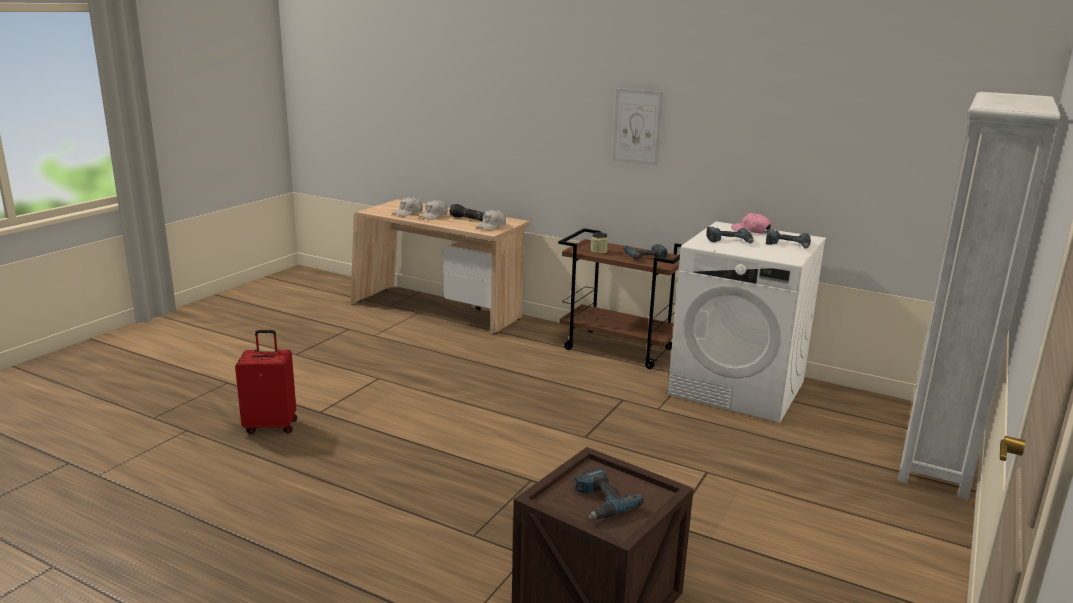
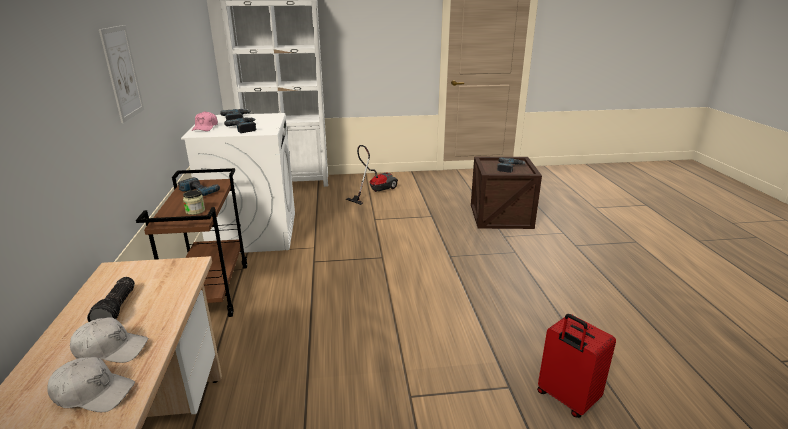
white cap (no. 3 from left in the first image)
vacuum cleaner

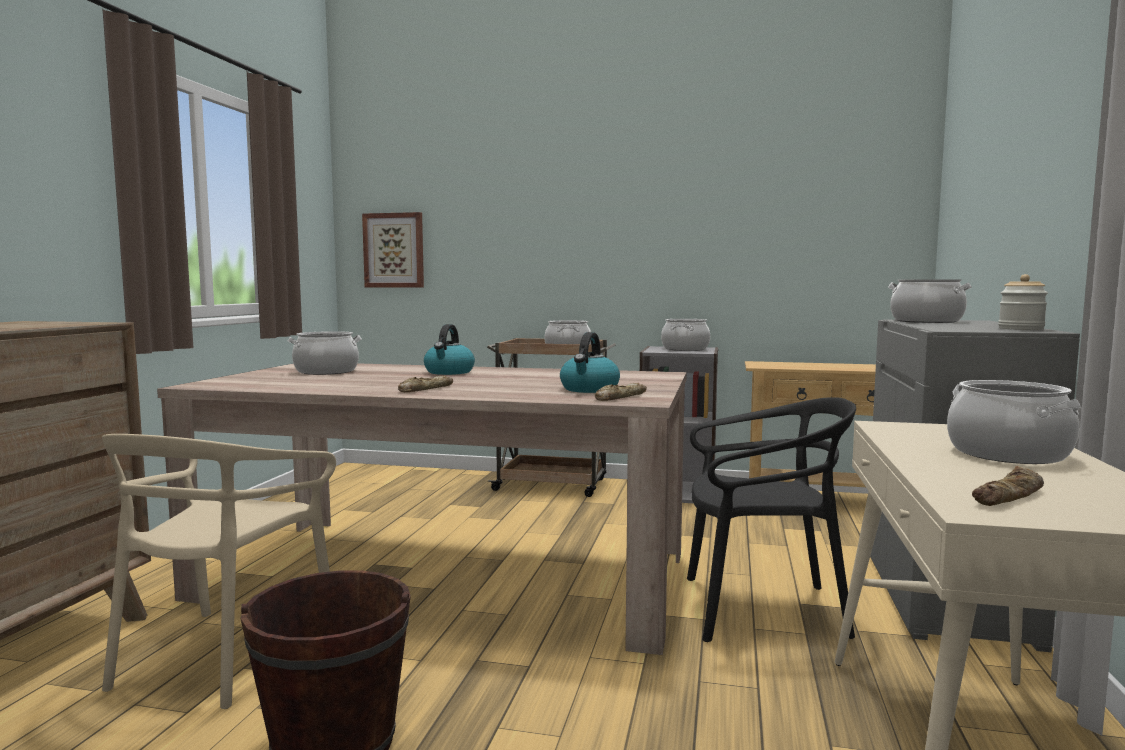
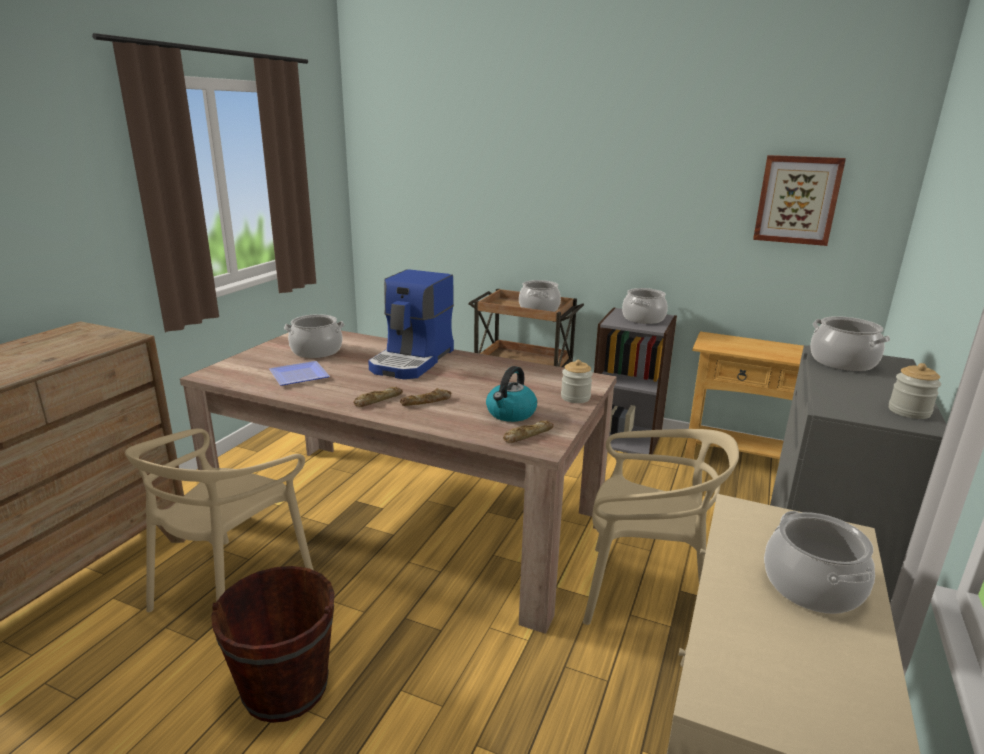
picture
coffee machine
beige chair (no. 2 from left)
bread (no. 2 from left)
jar (no. 1 from left)
plate

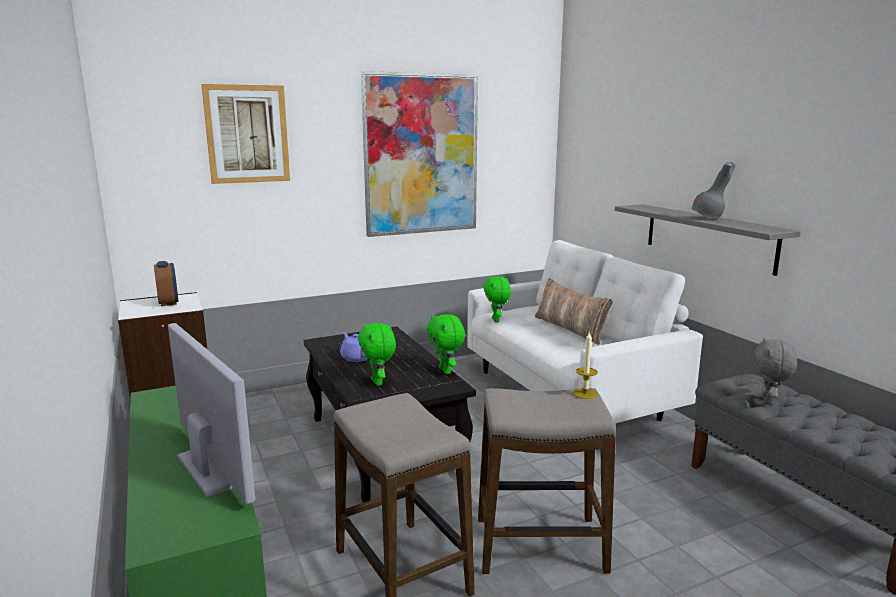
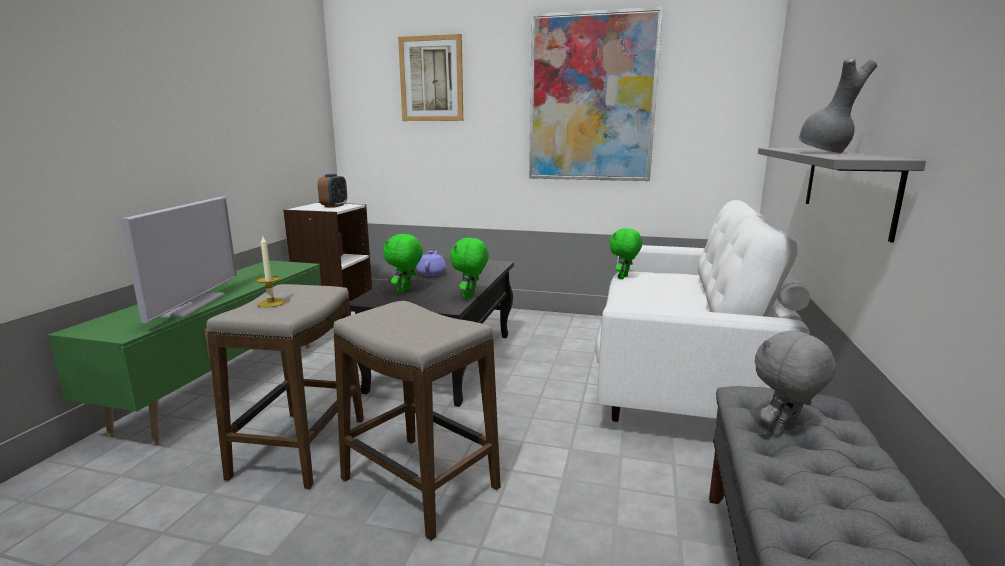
pillow
candle

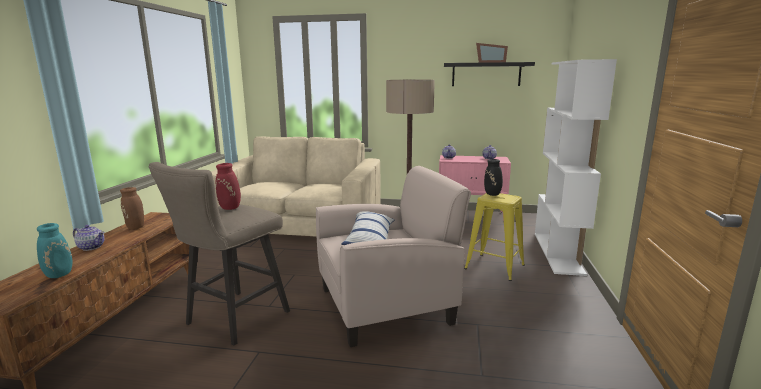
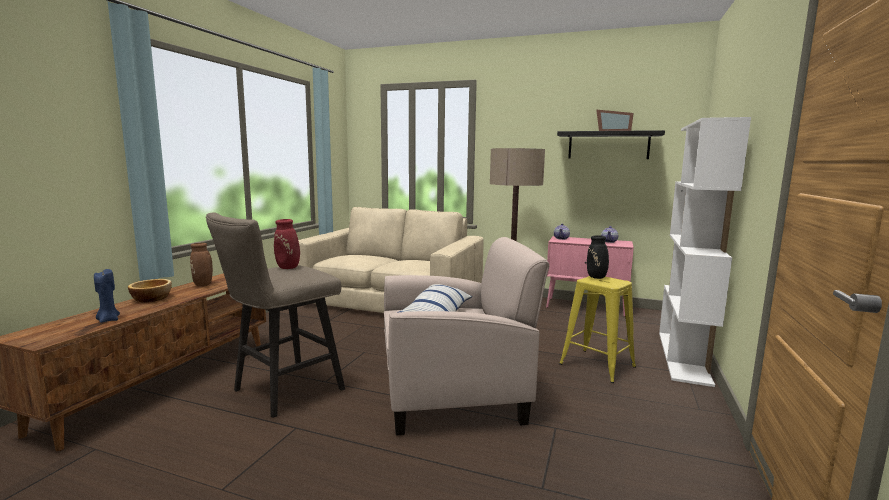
blue candle
bowl

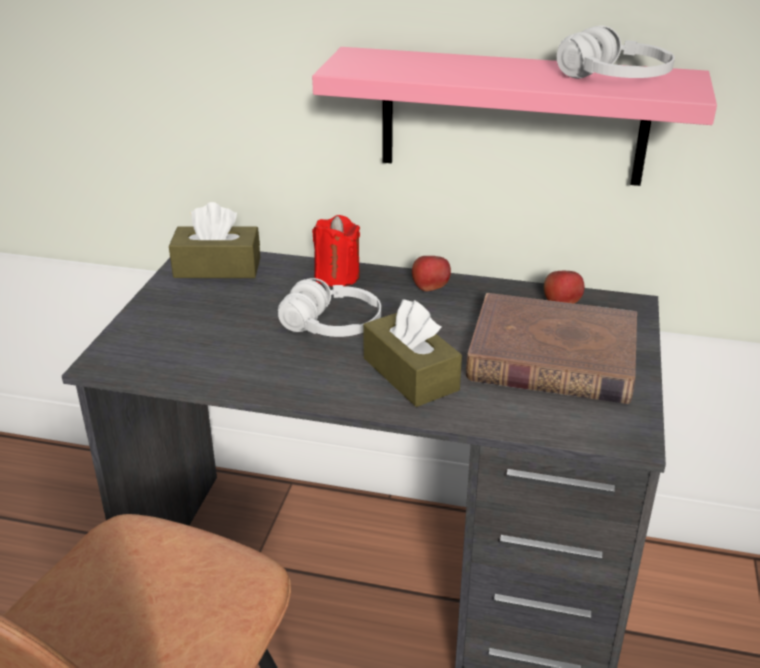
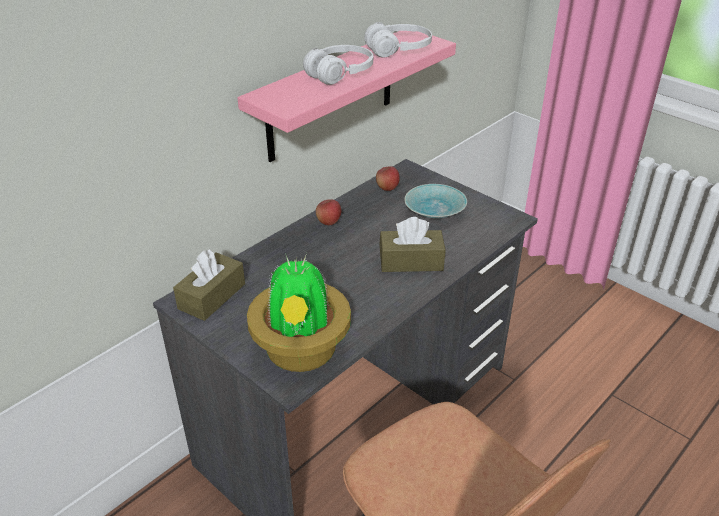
red candle
white headphones (no. 1 from left)
turquoise bowl
potted plant

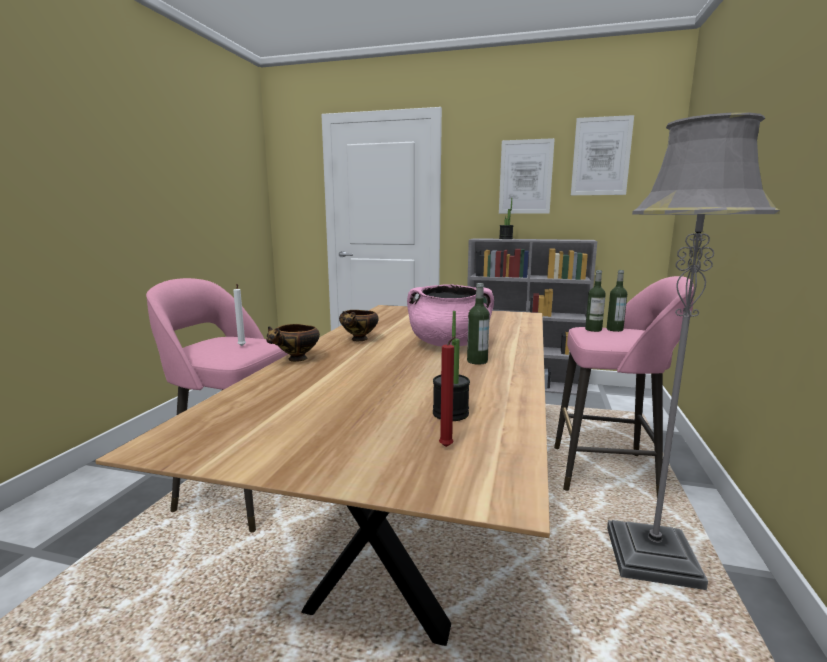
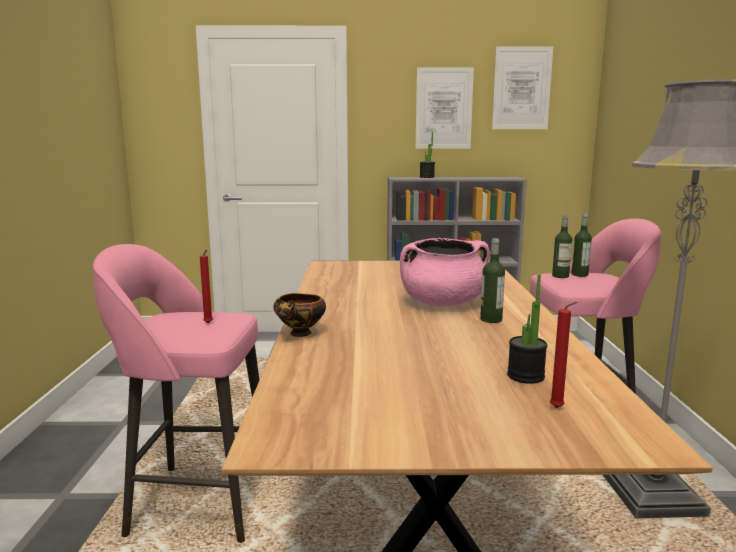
red candle (no. 1 from left)
bowl (no. 2 from left in the first image)

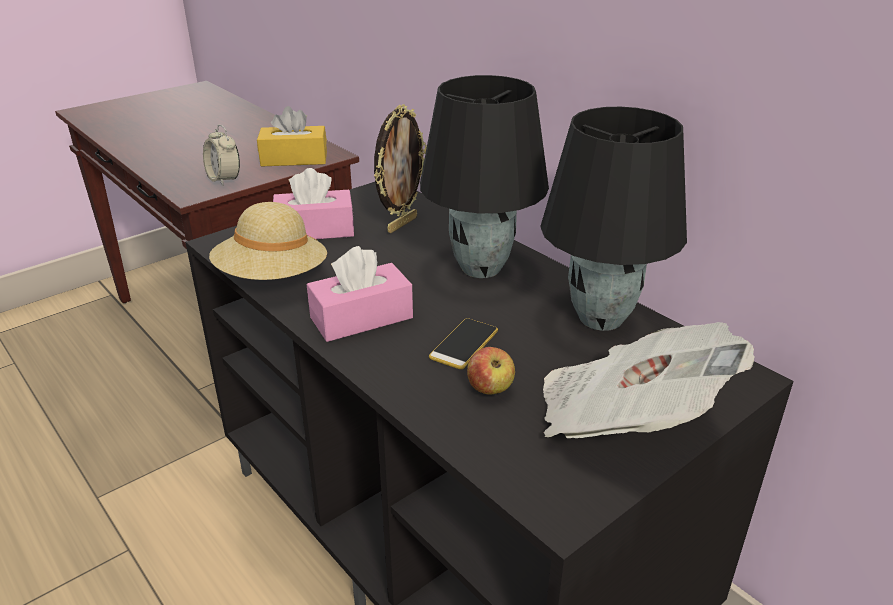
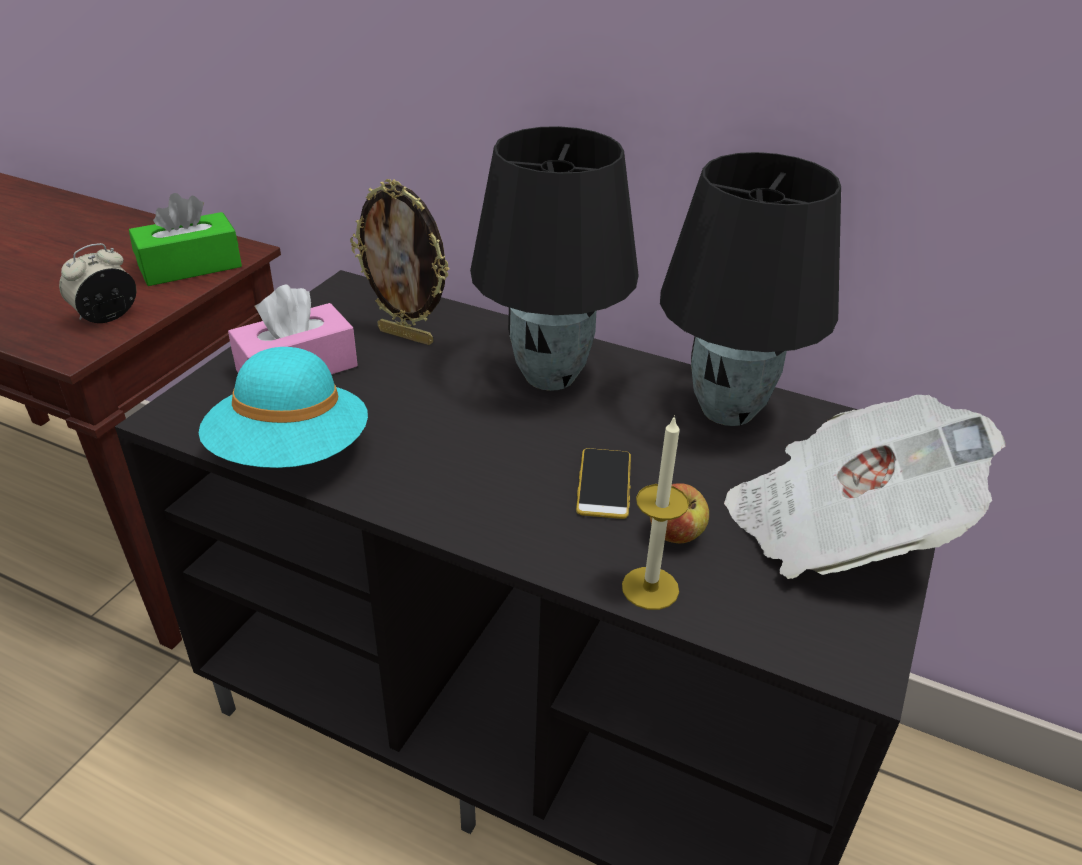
picture frame
green tissue box
alarm clock
turquoise hat
pink tissue box (no. 2 from left in the first image)
candle

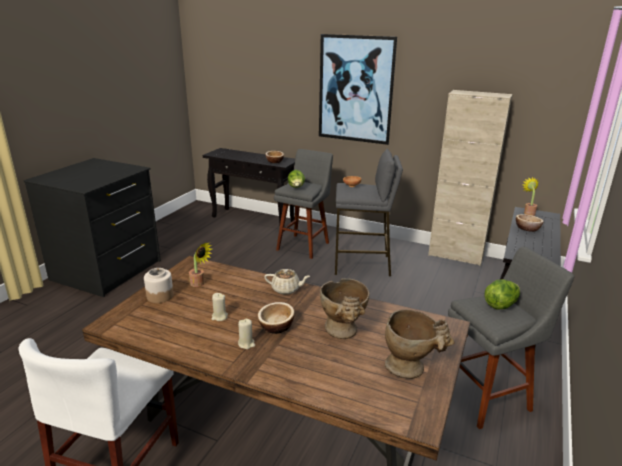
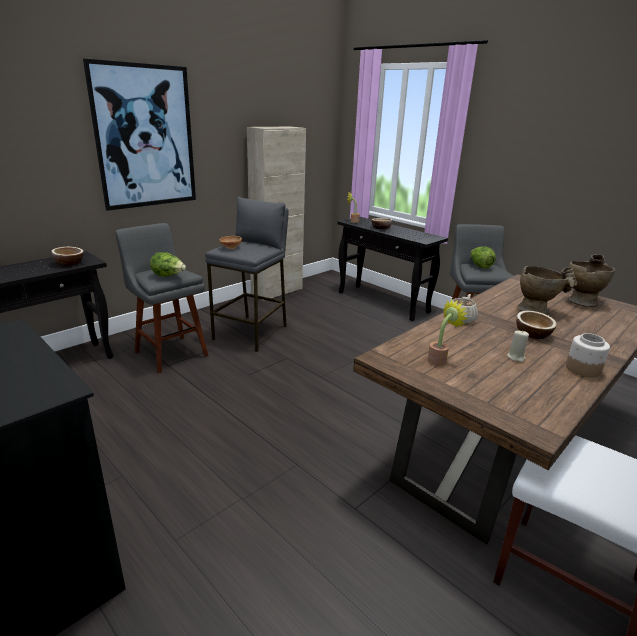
jar
beige candle (no. 2 from left in the first image)

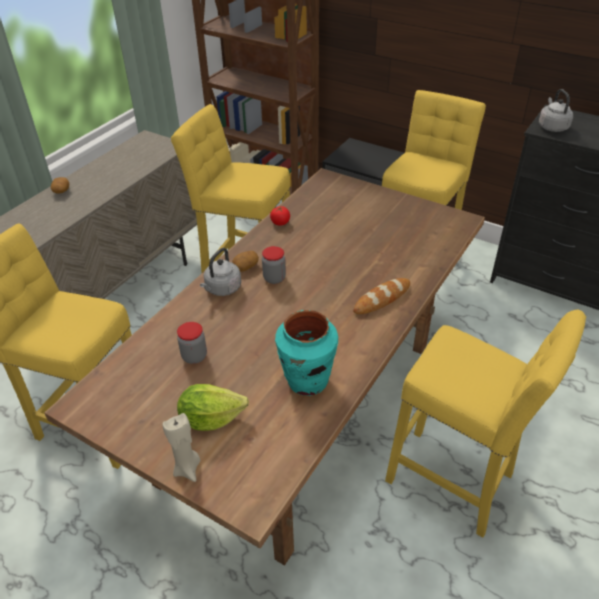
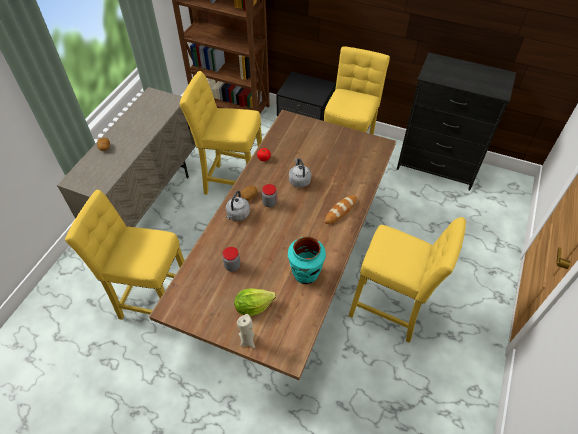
grey kettle (no. 2 from left)

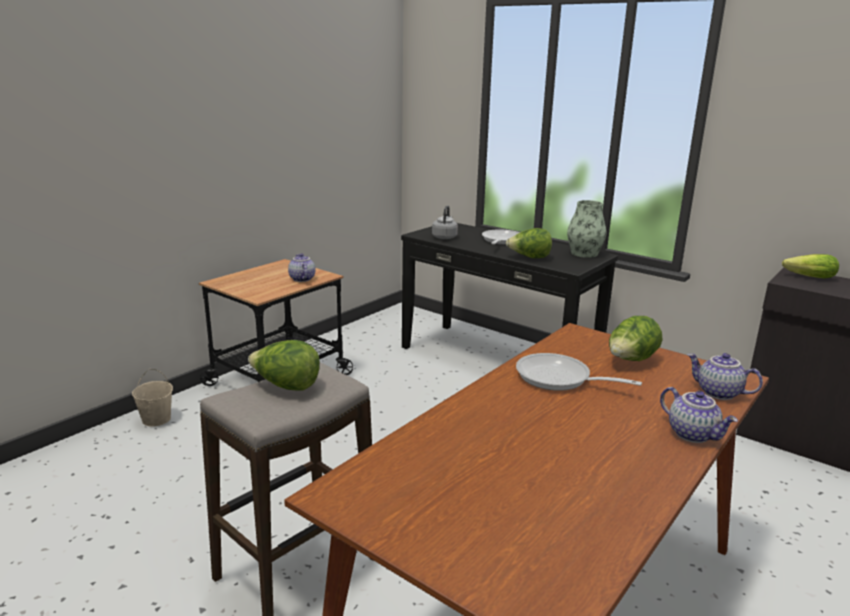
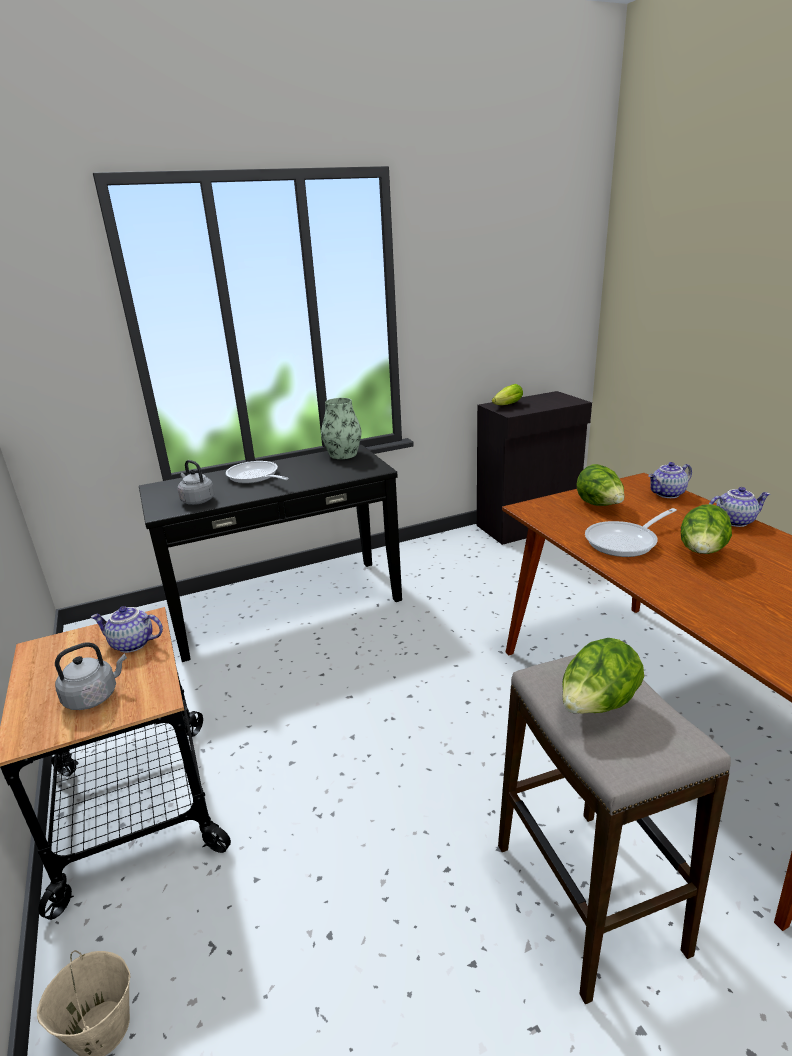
lettuce (no. 4 from left)
grey kettle (no. 1 from left)

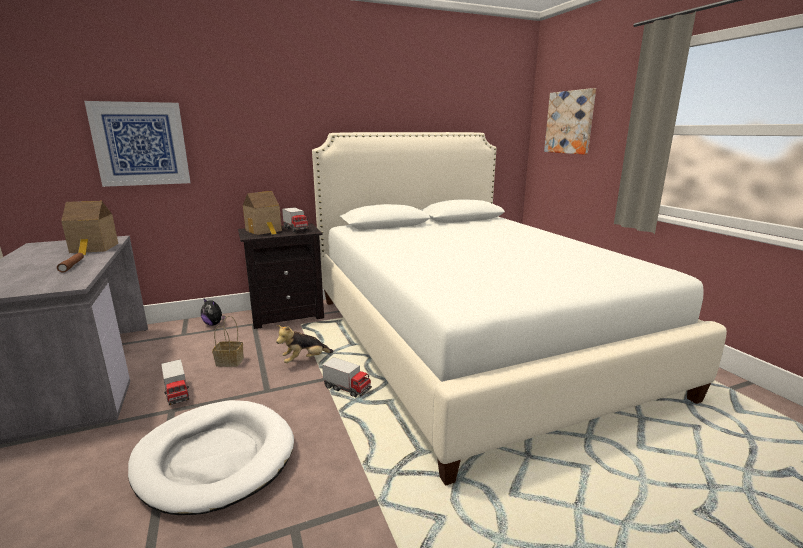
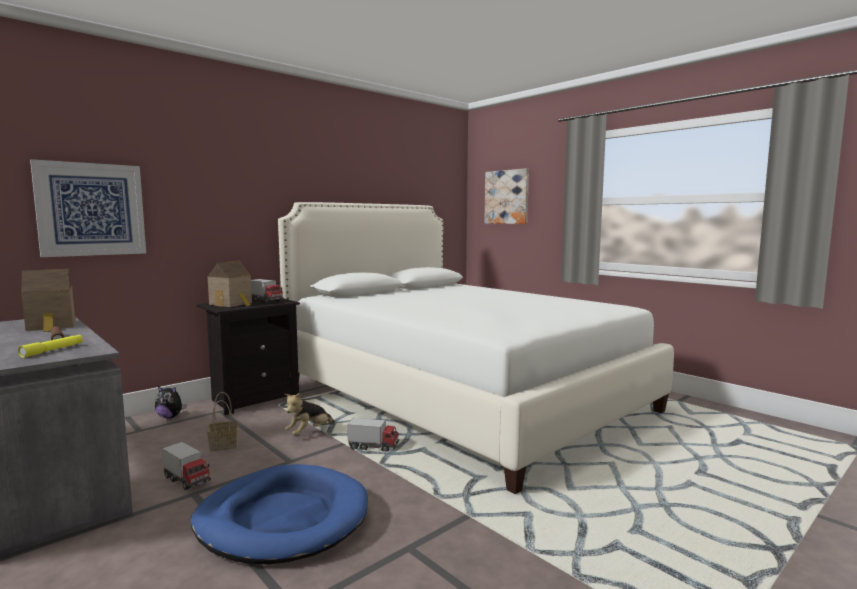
blue dog bed
yellow flashlight

